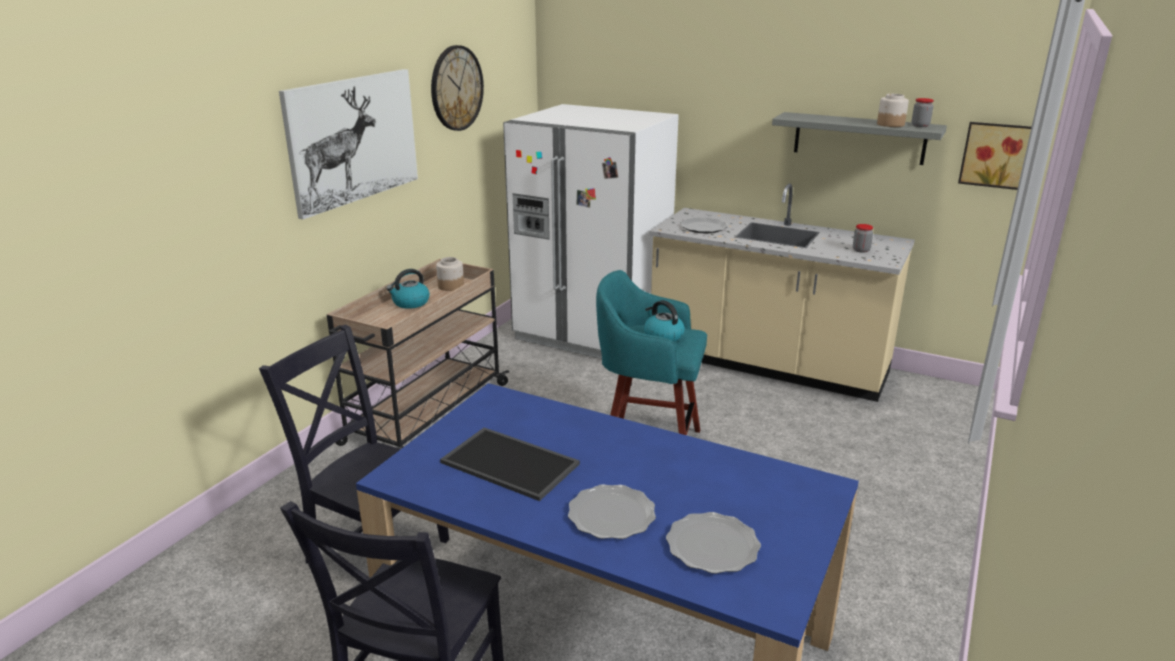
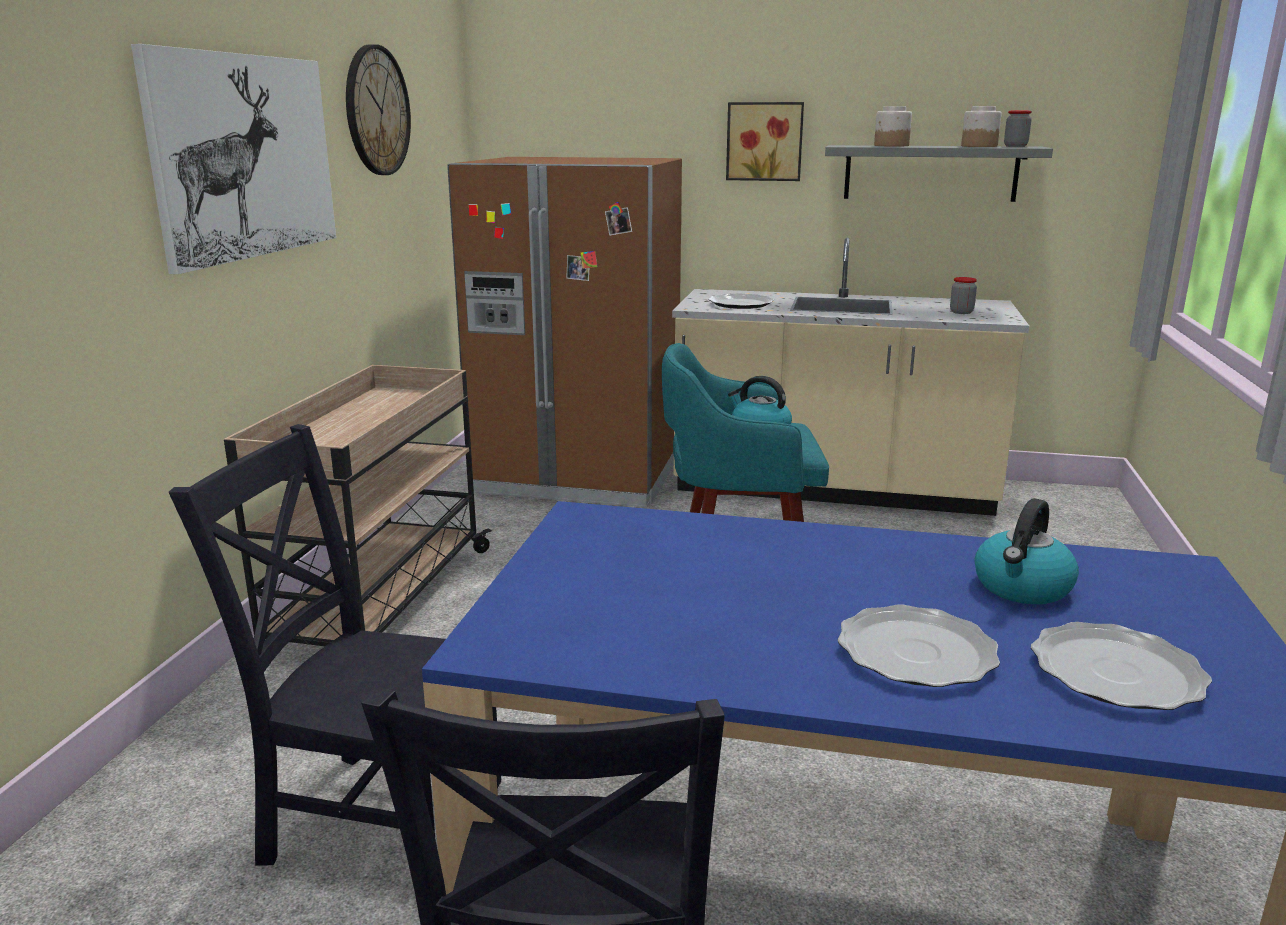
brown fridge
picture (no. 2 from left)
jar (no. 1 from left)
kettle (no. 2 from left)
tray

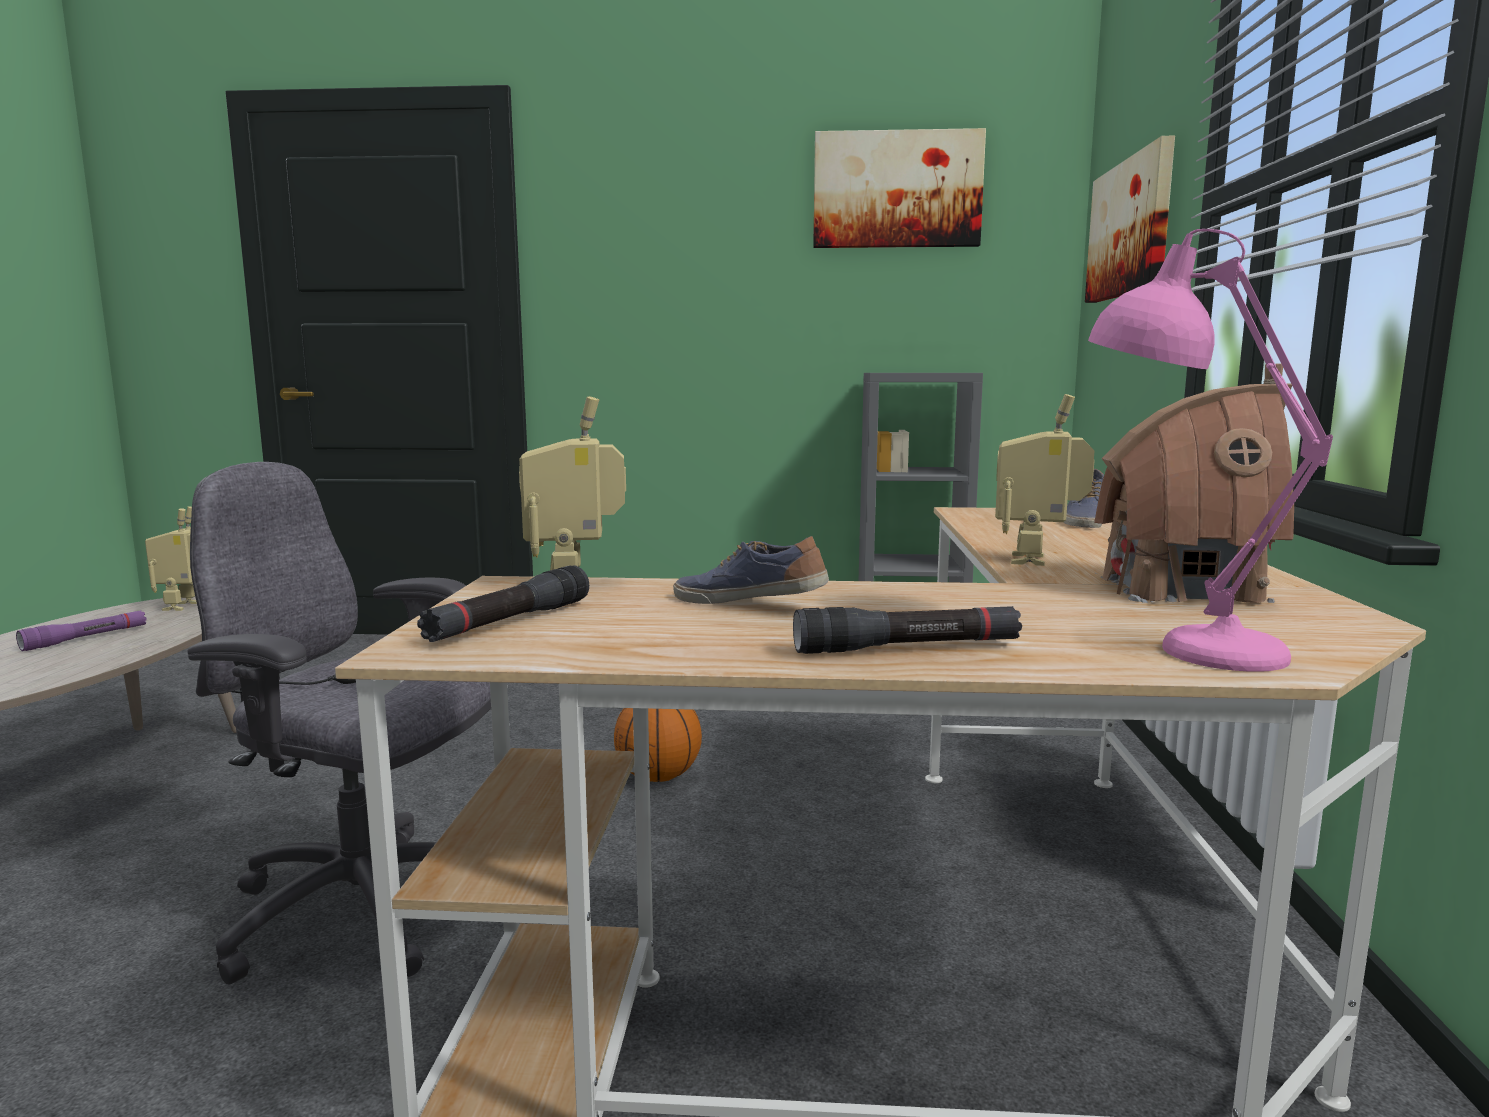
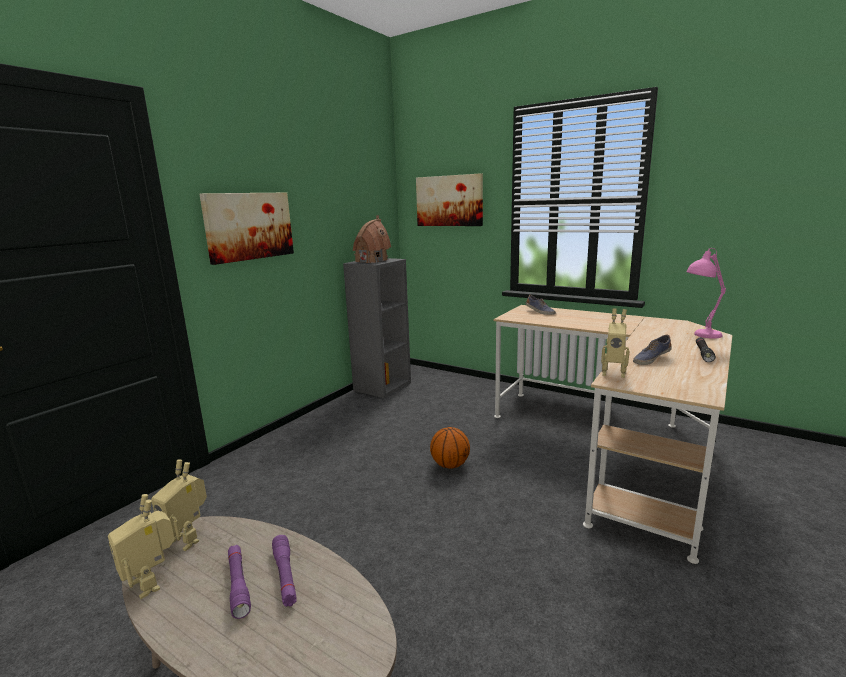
picture (no. 1 from left)
toy house
toy robot (no. 1 from left)
grey office chair
black flashlight (no. 1 from left in the first image)
purple flashlight (no. 2 from left)

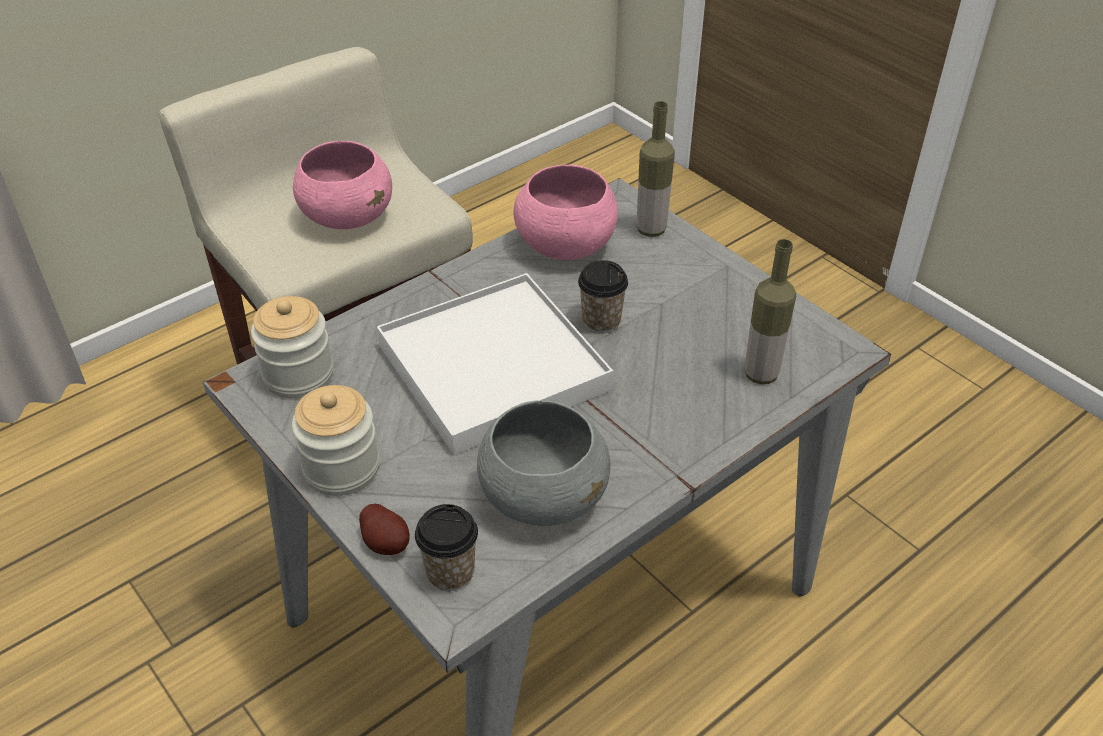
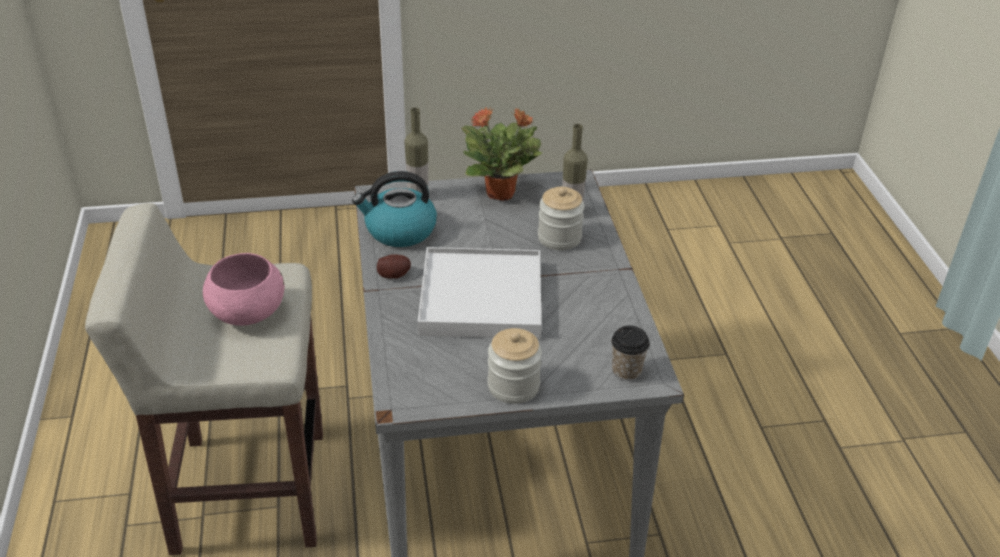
kettle
cup (no. 2 from left in the first image)
jar (no. 2 from left)
grey bowl
potato
potted plant

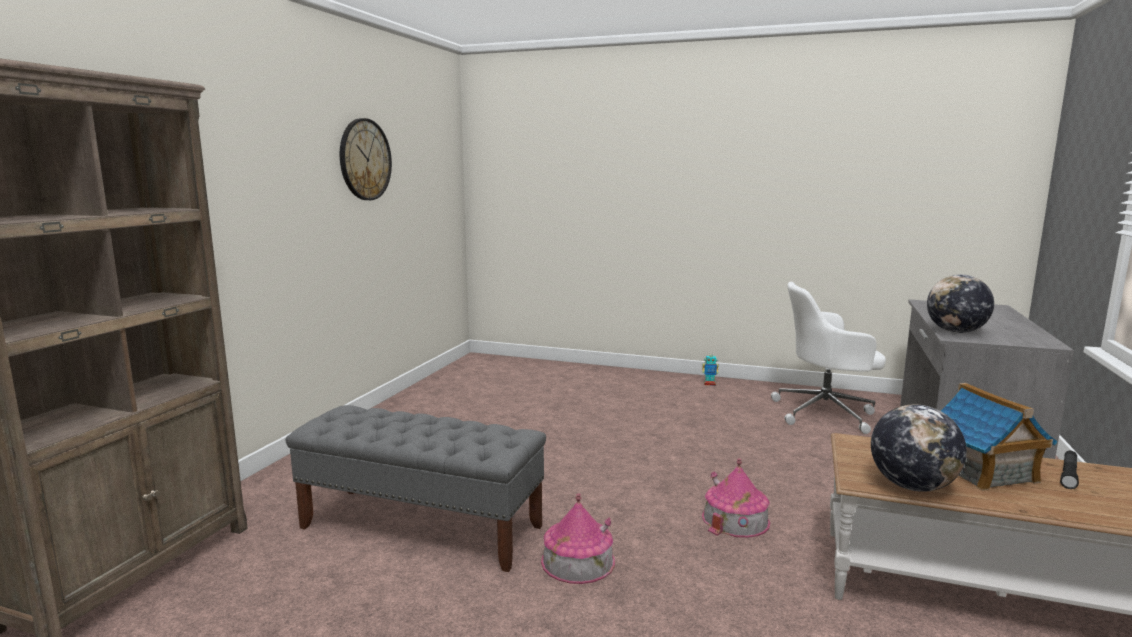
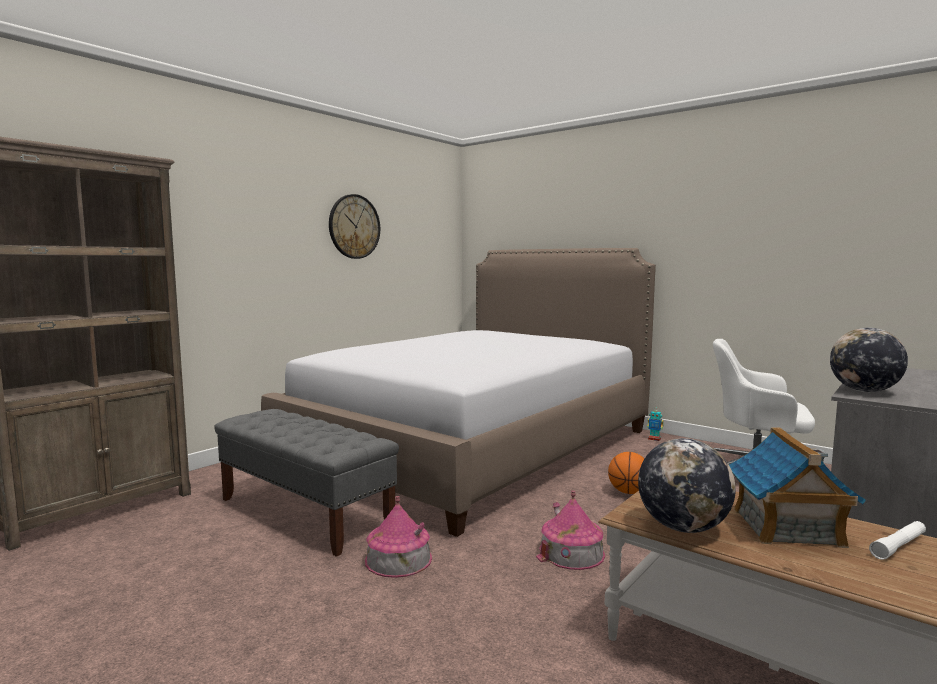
white flashlight
bed
basketball

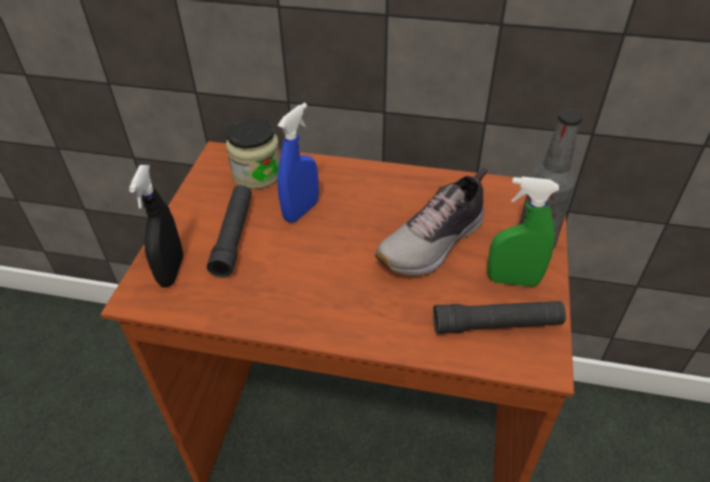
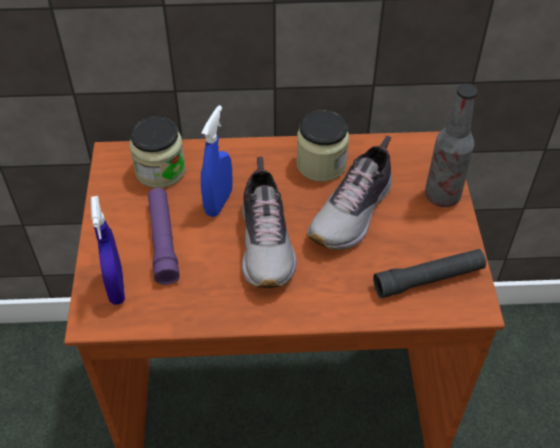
blue spray bottle (no. 1 from left)
green spray bottle
purple flashlight
jar (no. 2 from left)
shoe (no. 1 from left)

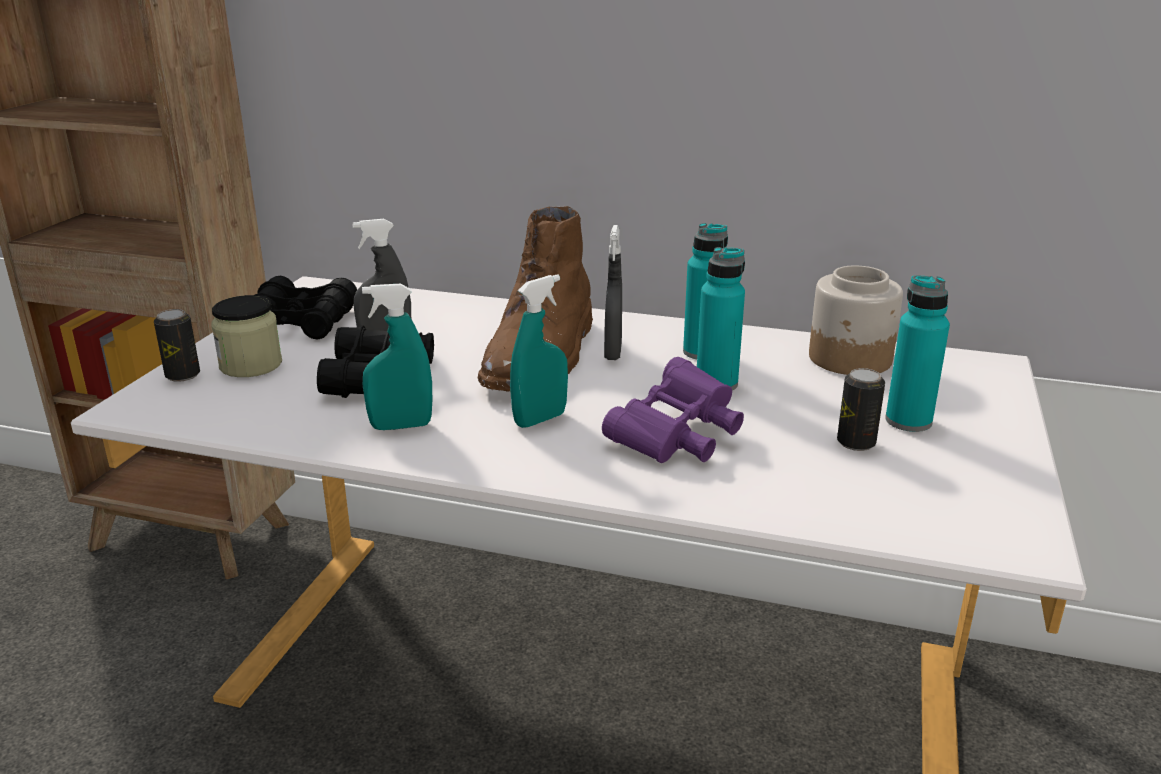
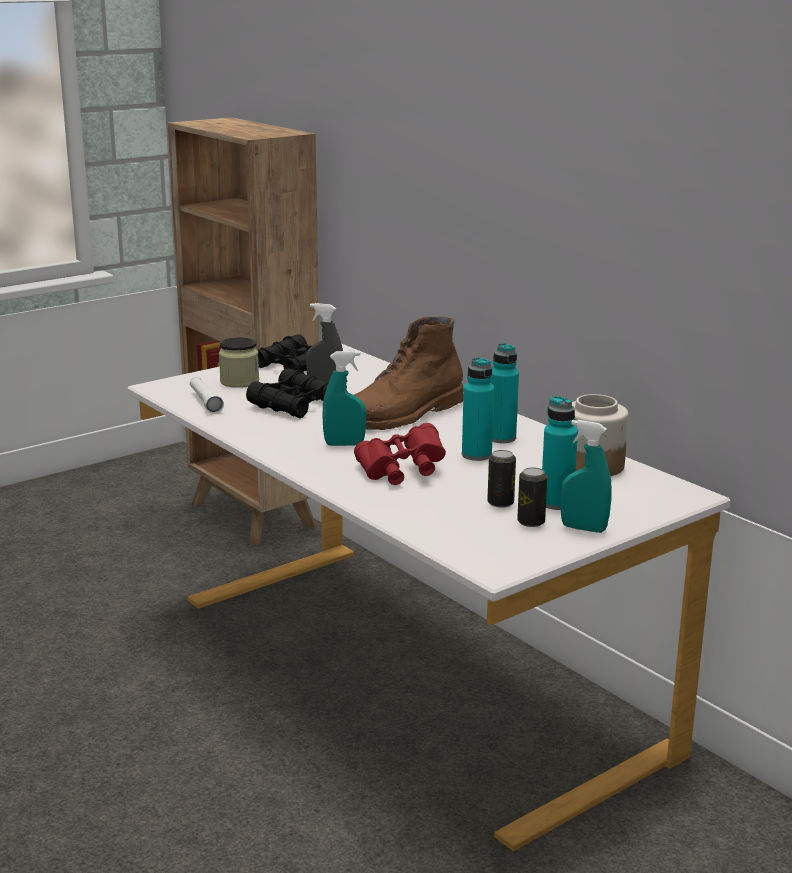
grey spray bottle (no. 2 from left in the first image)
turquoise spray bottle (no. 2 from left)
can (no. 2 from left)
red binoculars
white flashlight

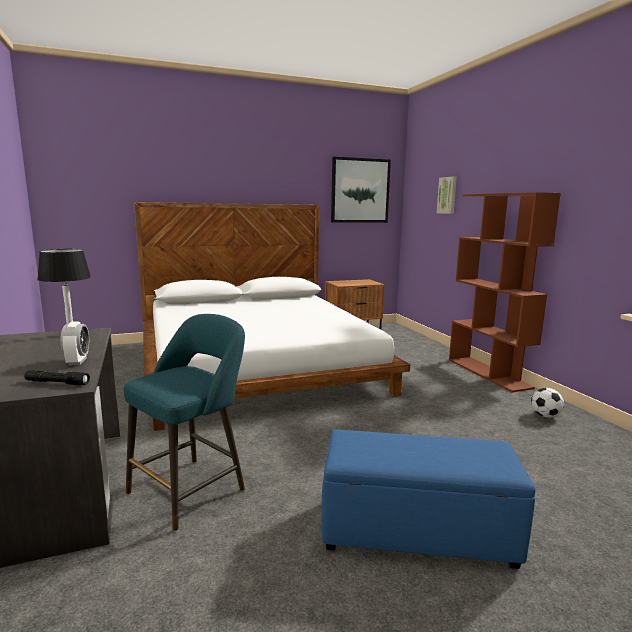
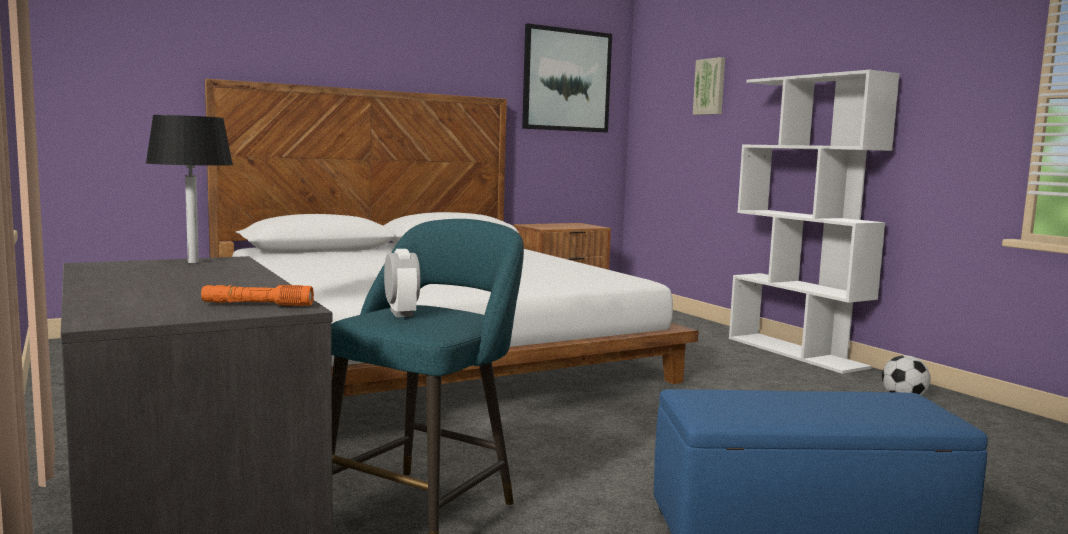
white bookcase
alarm clock
orange flashlight

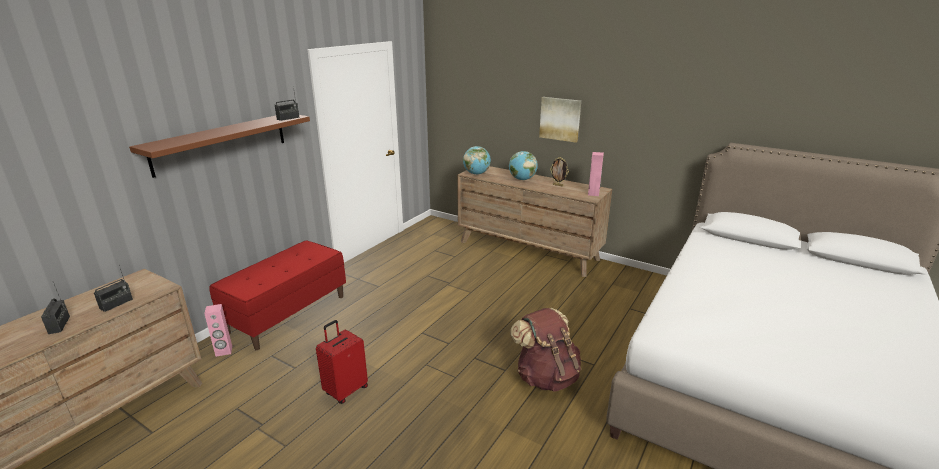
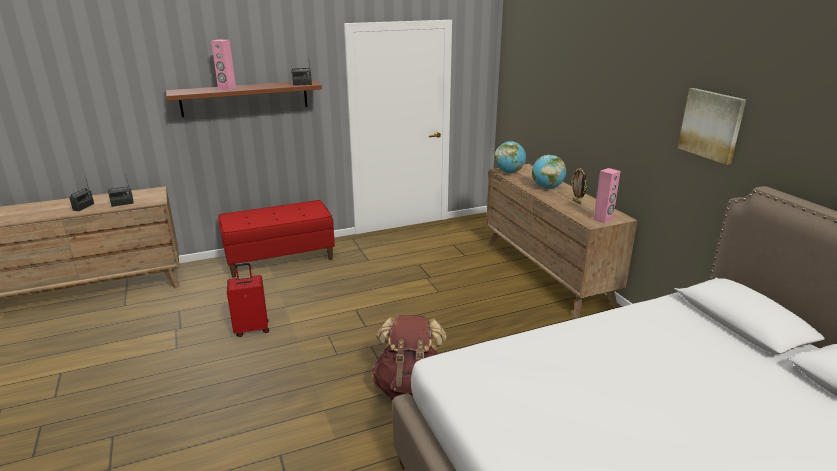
picture
pink speaker (no. 1 from left)

